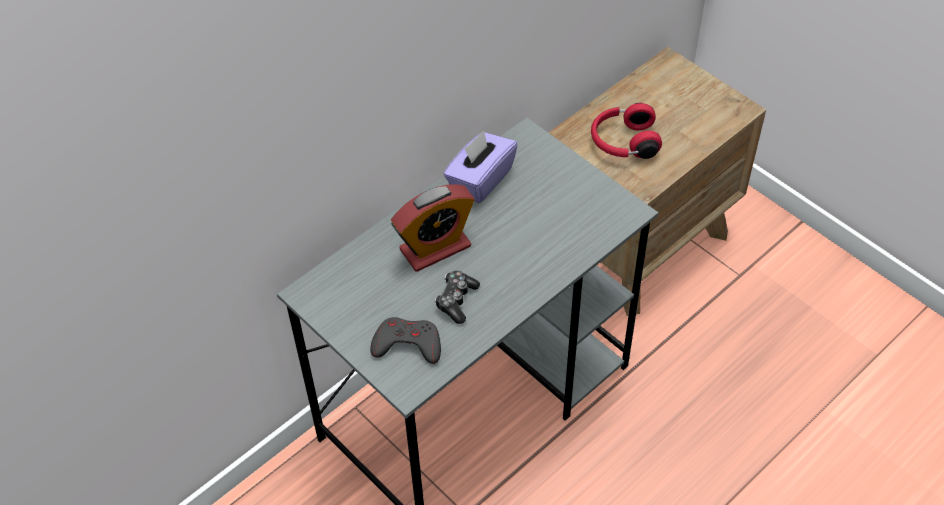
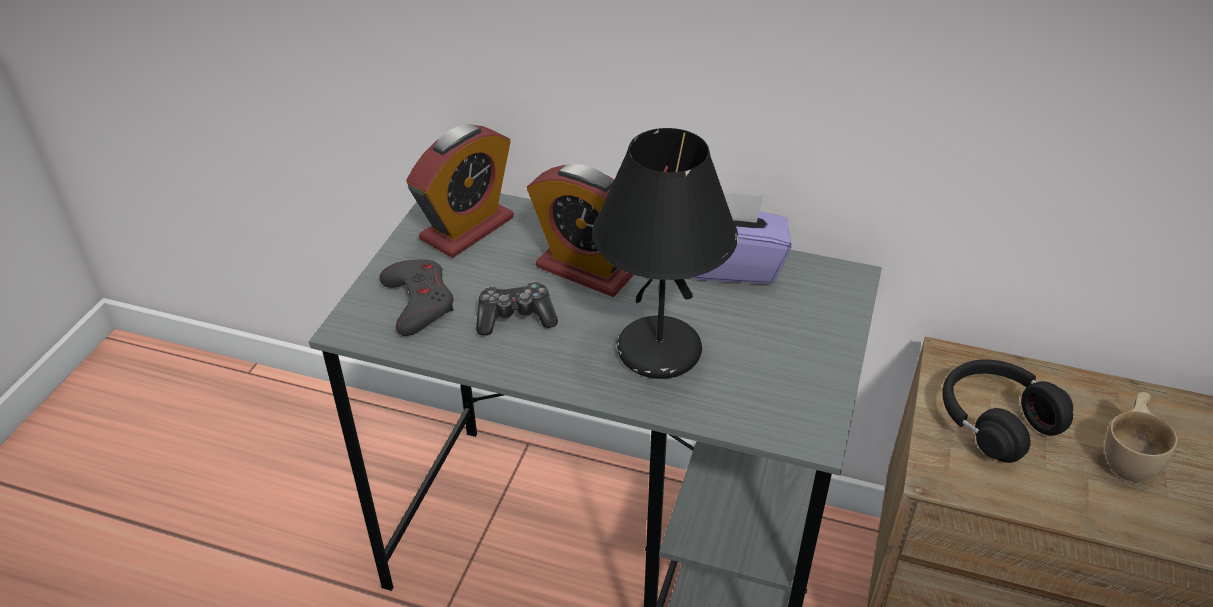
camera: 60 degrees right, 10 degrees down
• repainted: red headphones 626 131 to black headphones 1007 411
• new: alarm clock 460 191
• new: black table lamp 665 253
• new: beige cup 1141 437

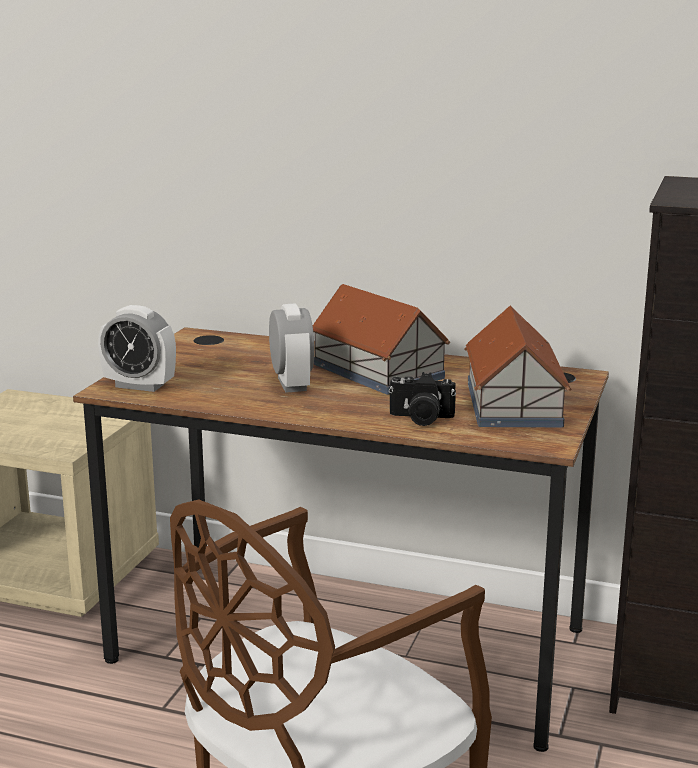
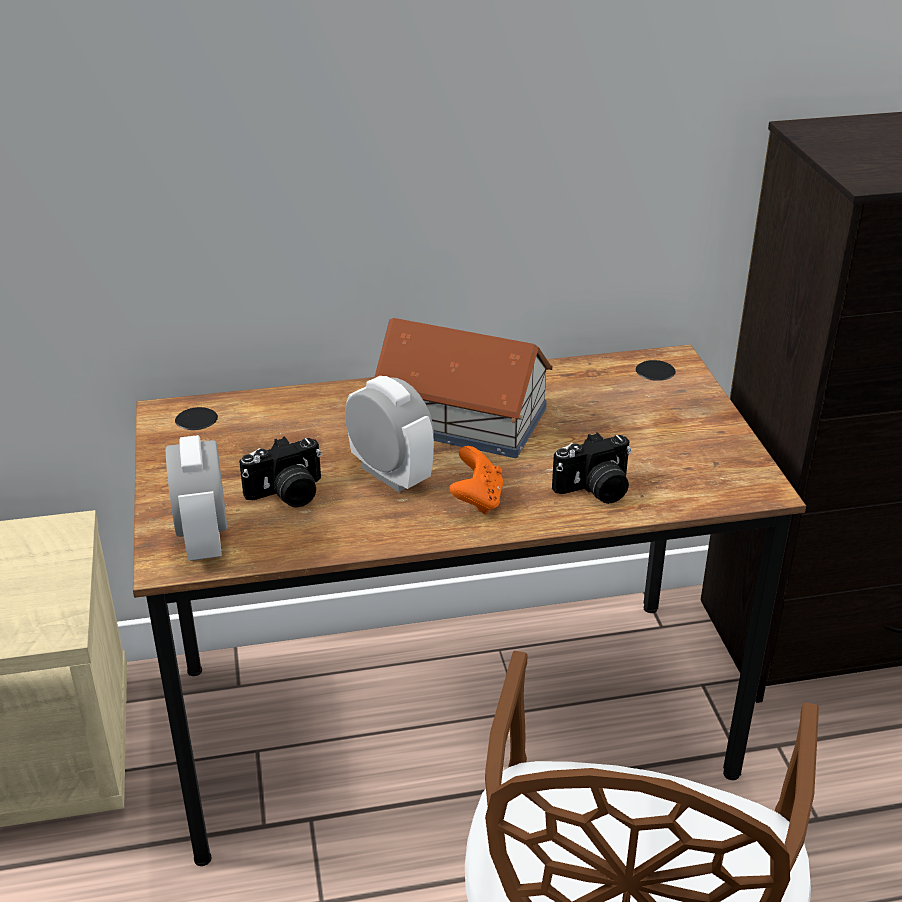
camera: 30 degrees left, 15 degrees up
• rotated: alarm clock 137 348 = 196 498 90 degrees clockwise
• gone: toy house 518 366
• new: photo camera 280 472
• new: orange game controller 476 480

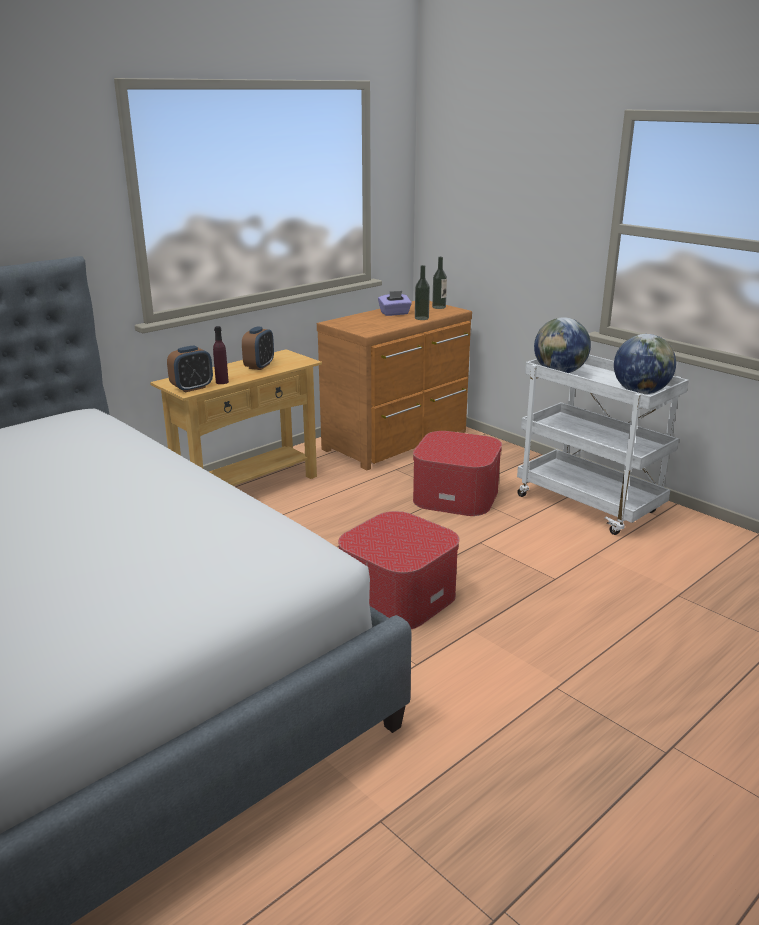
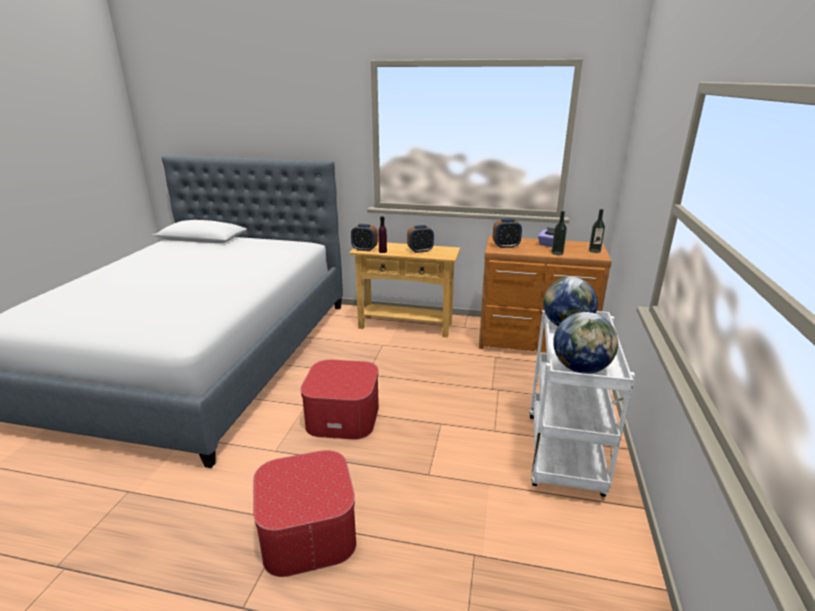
camera: 55 degrees right, 0 degrees up
• shifted: ottoman 457 473 to 305 513
• new: alarm clock 507 233

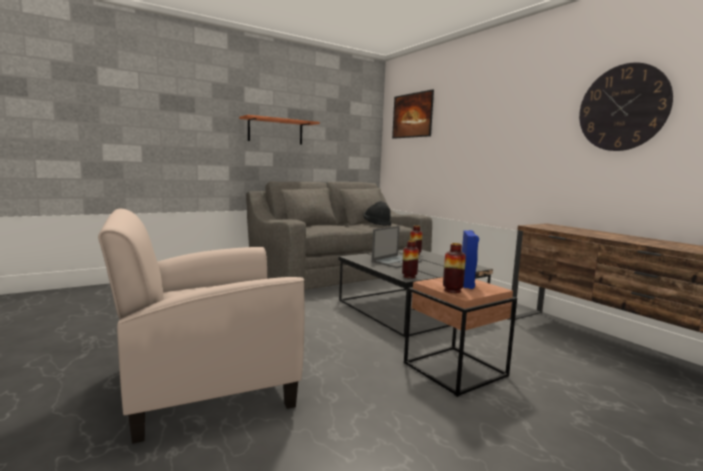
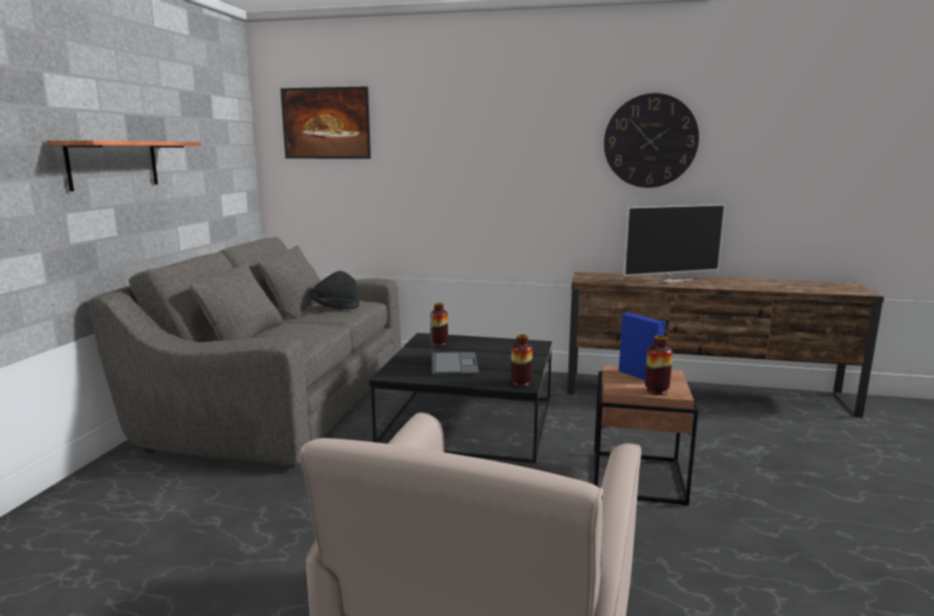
camera: 45 degrees left, 5 degrees up
• new: television 674 243

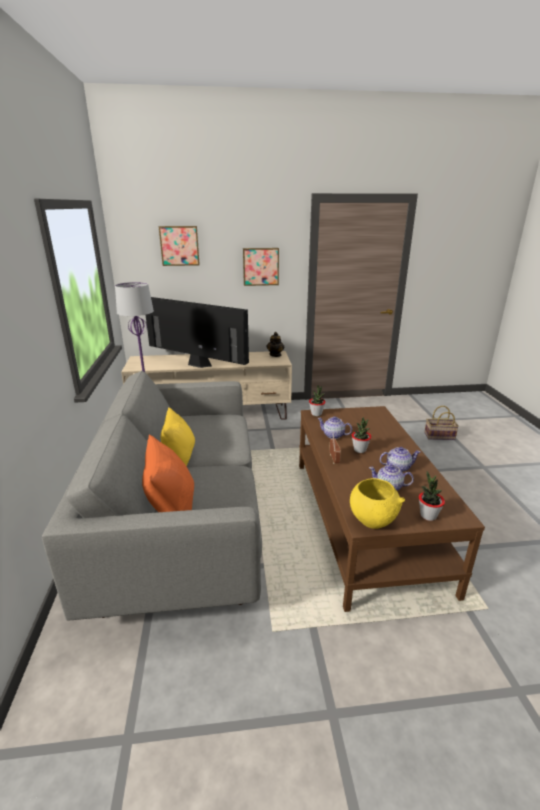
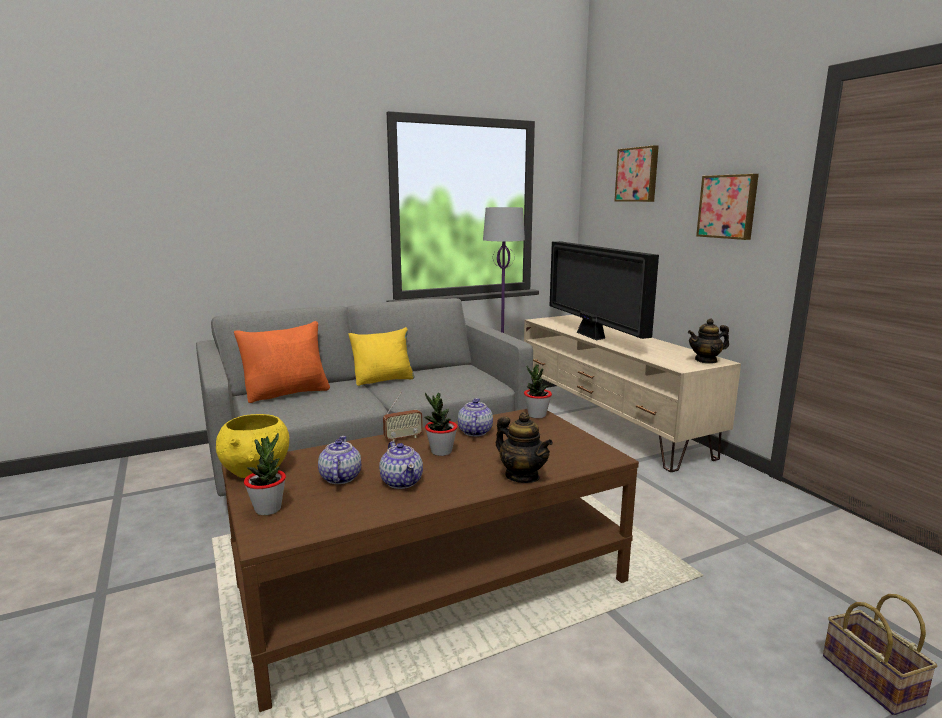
camera: 70 degrees right, 10 degrees down
• rotated: television 197 332 = 604 290 150 degrees clockwise
• new: teapot 524 447

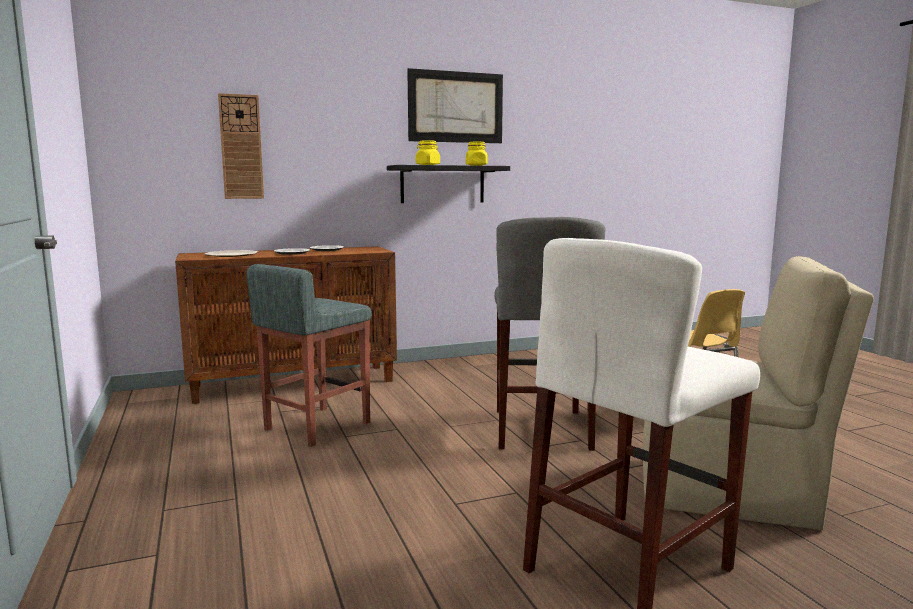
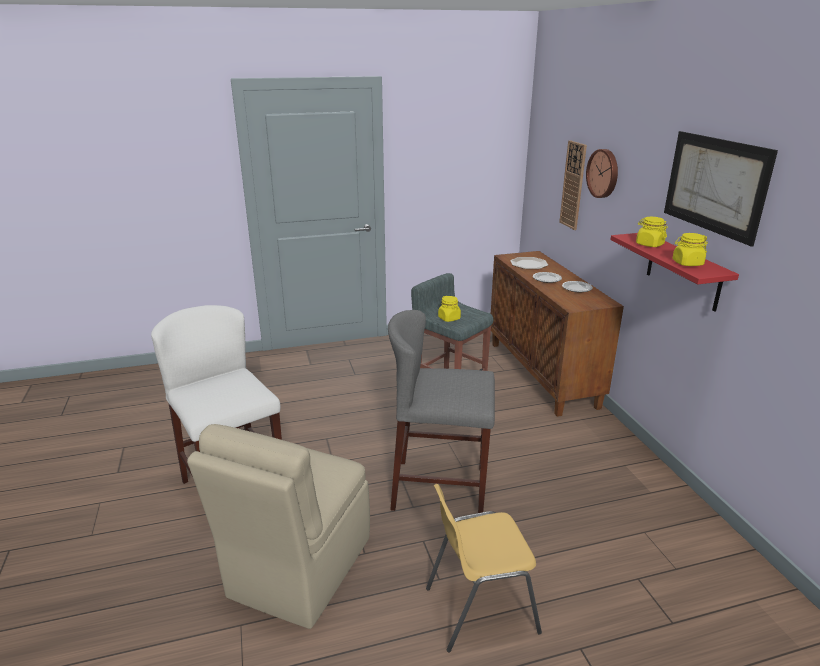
camera: 95 degrees right, 15 degrees up
• repainted: black shelf 448 184 to red shelf 674 272
• new: yellow jar 449 309
• new: wall clock 602 173

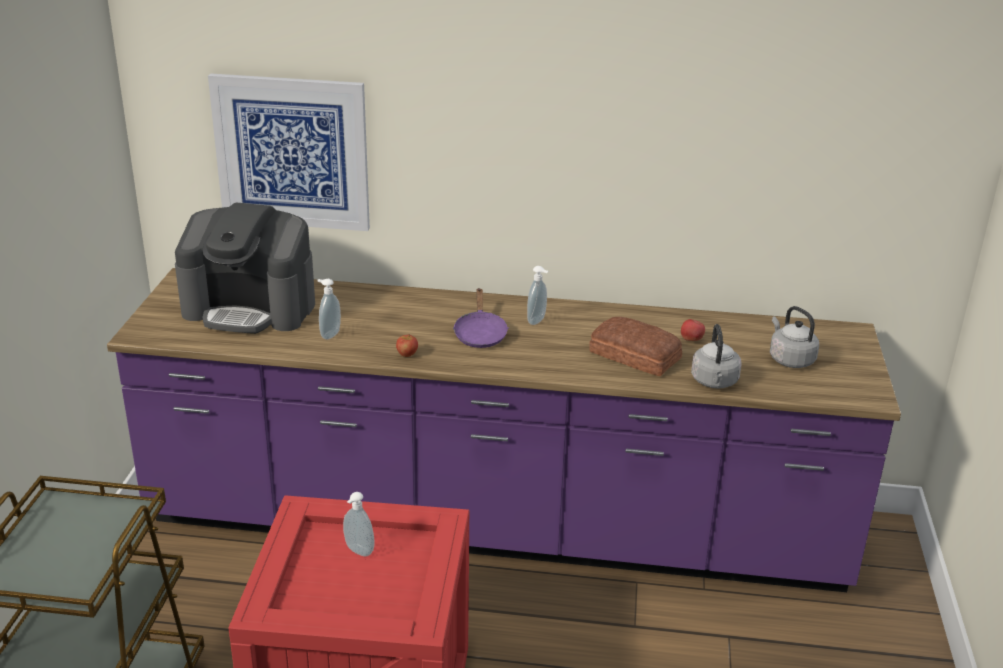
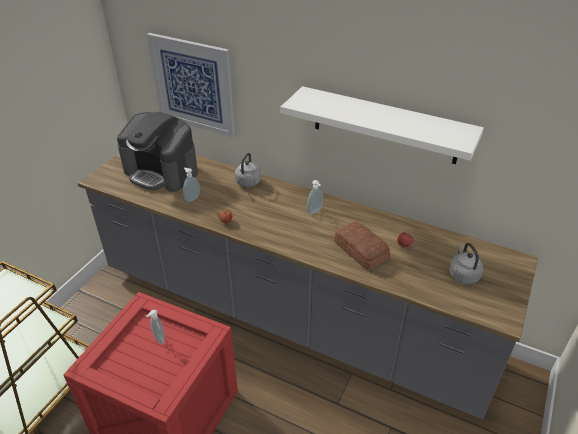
camera: 20 degrees right, 10 degrees up
• repainted: purple counter 504 430 to grey counter 308 286
• gone: purple frying pan 480 318
• shifted: grey kettle 716 356 to 248 170
• new: white shelf 382 125

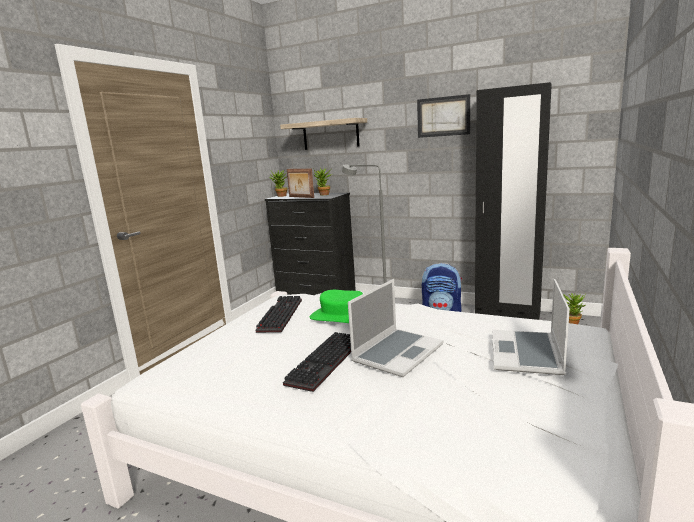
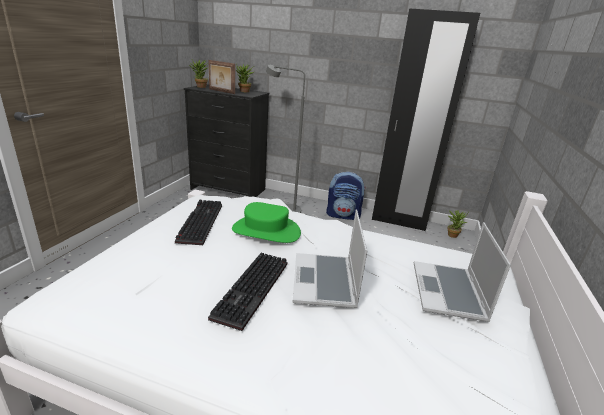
camera: 10 degrees left, 10 degrees up
• gone: shelf 323 134
• rotated: laptop 395 328 = 329 259 150 degrees clockwise
• gone: picture 443 116

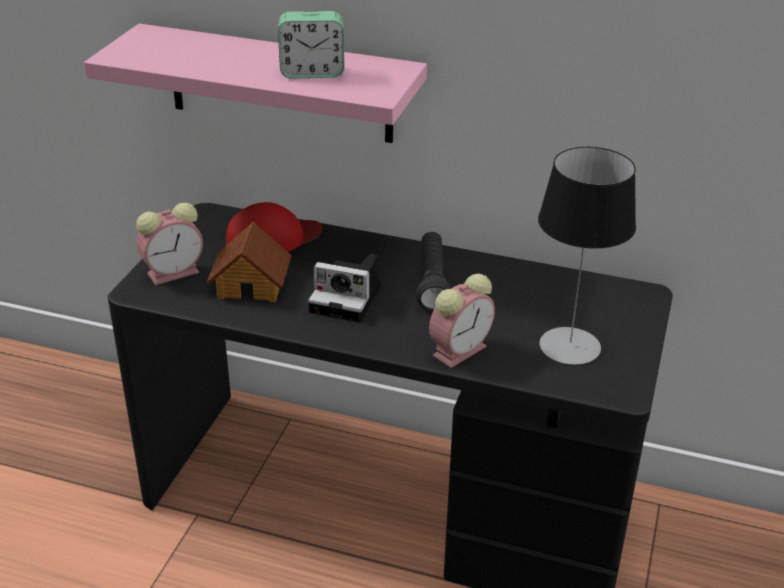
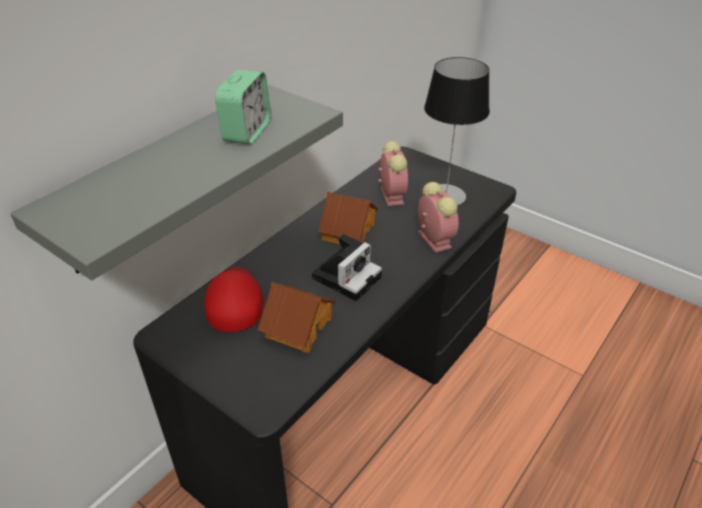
camera: 70 degrees left, 5 degrees up
• repainted: pink shelf 255 83 to grey shelf 176 182
• shifted: alarm clock 169 244 to 393 173
• swapped: black flashlight 434 272 to toy house 348 218

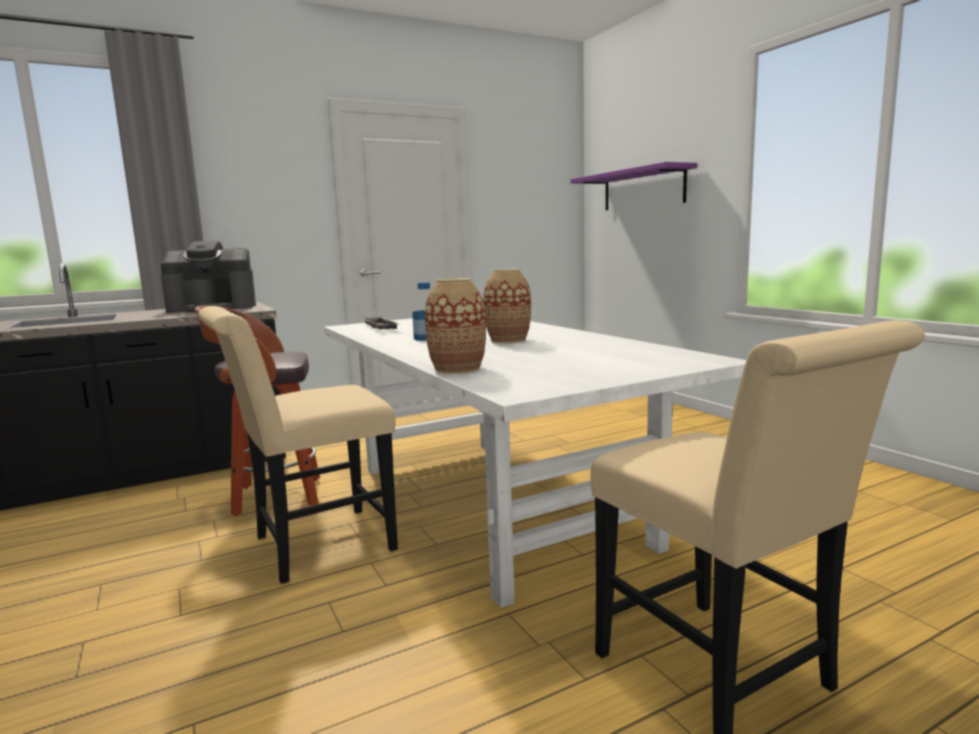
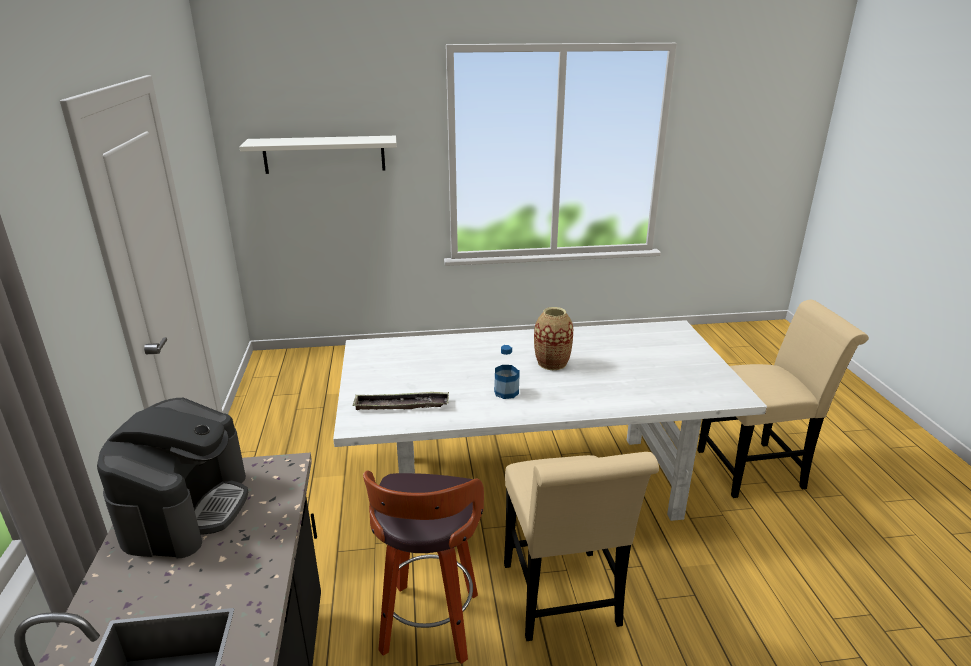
camera: 70 degrees left, 15 degrees up
• gone: vase 455 326
• repainted: purple shelf 634 186 to white shelf 318 155

